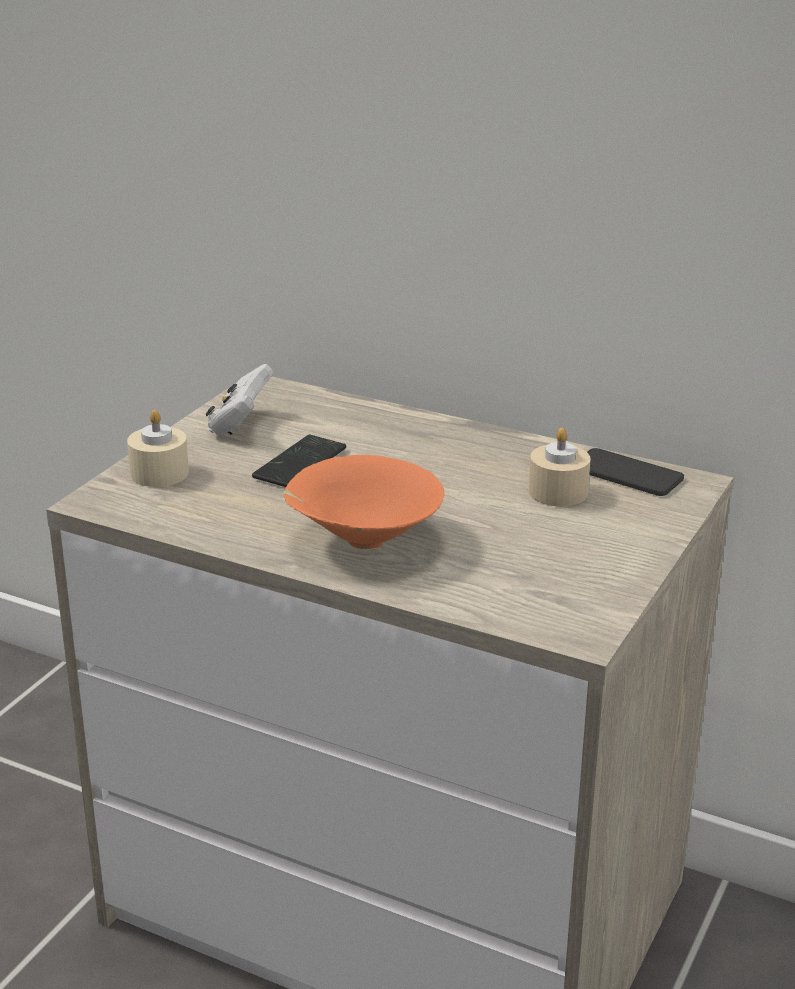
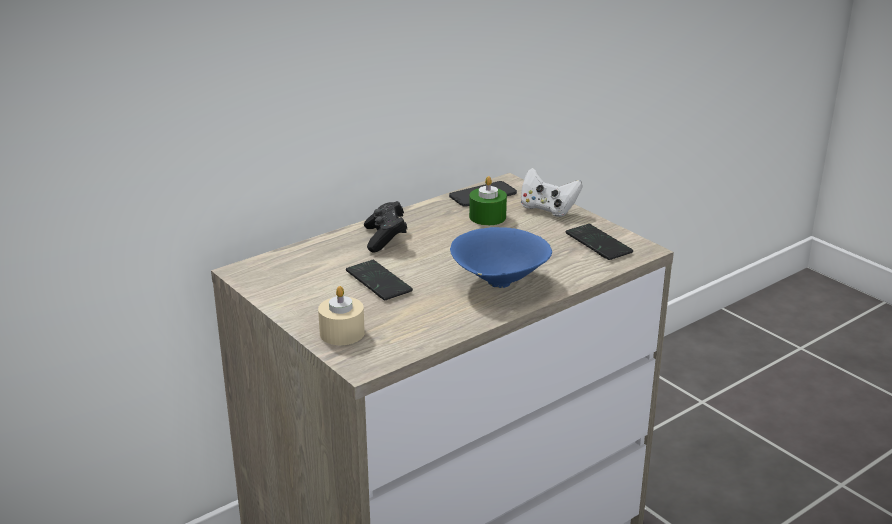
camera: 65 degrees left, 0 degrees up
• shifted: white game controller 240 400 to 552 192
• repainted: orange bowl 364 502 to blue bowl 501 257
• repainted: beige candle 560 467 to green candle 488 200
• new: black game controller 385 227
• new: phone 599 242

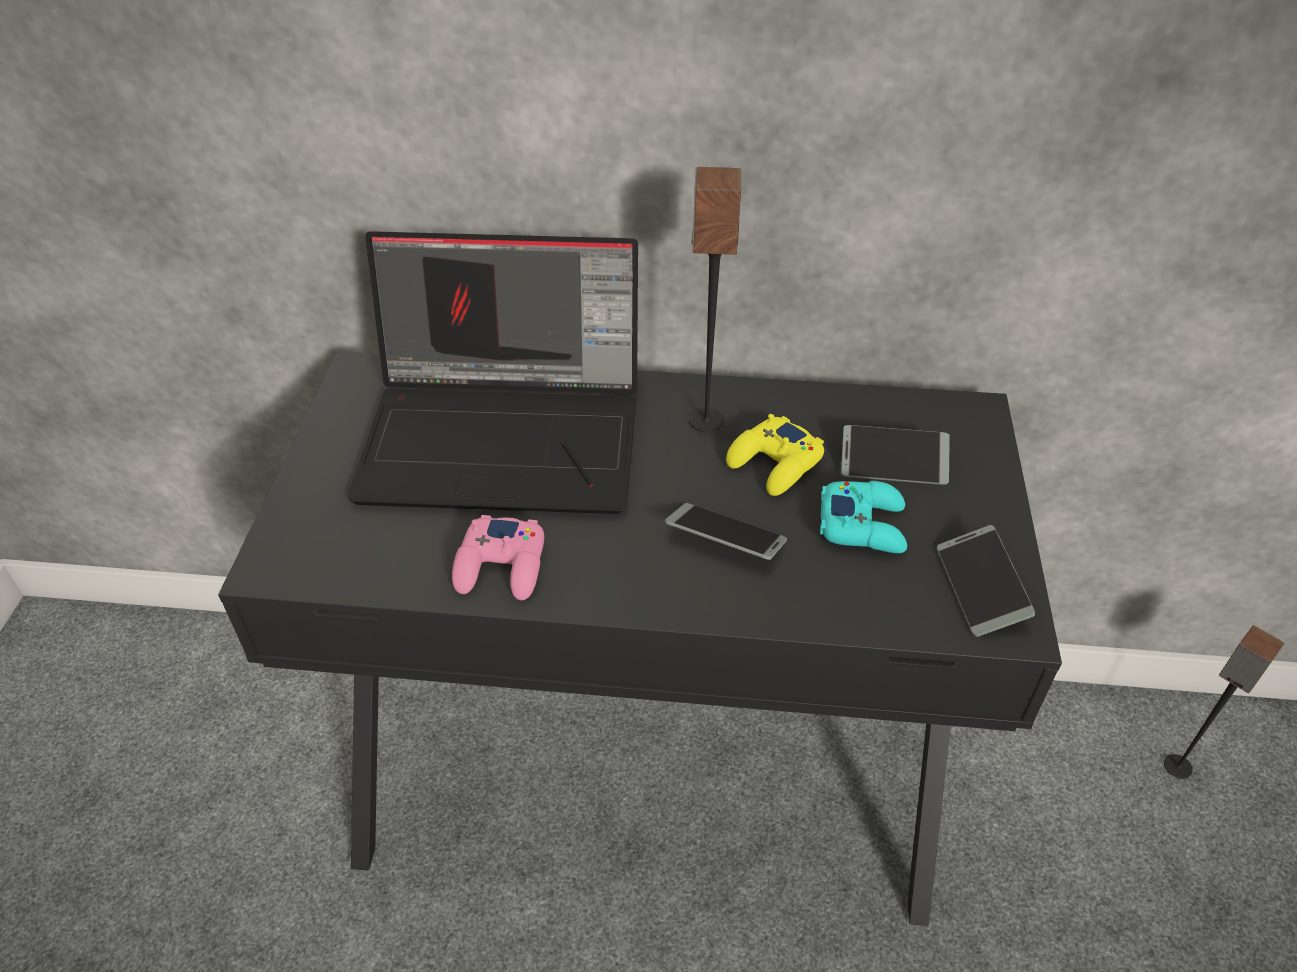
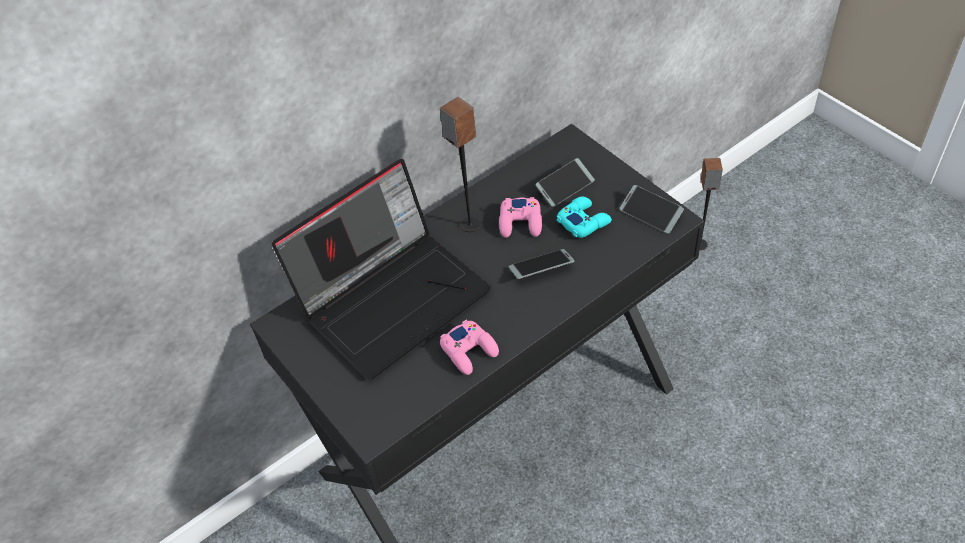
camera: 40 degrees left, 5 degrees up
• repainted: yellow game controller 775 455 to pink game controller 520 217

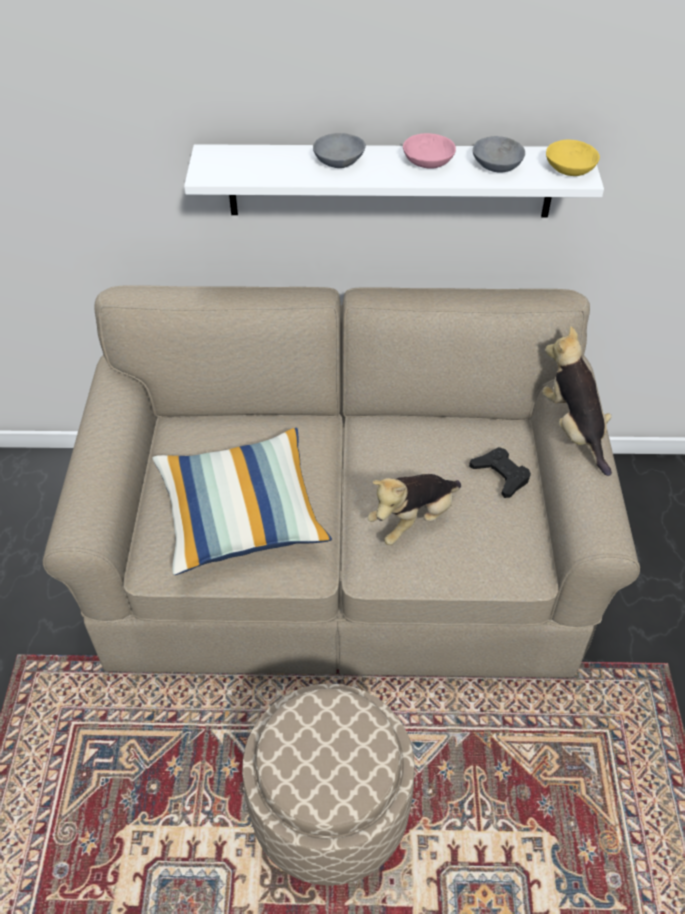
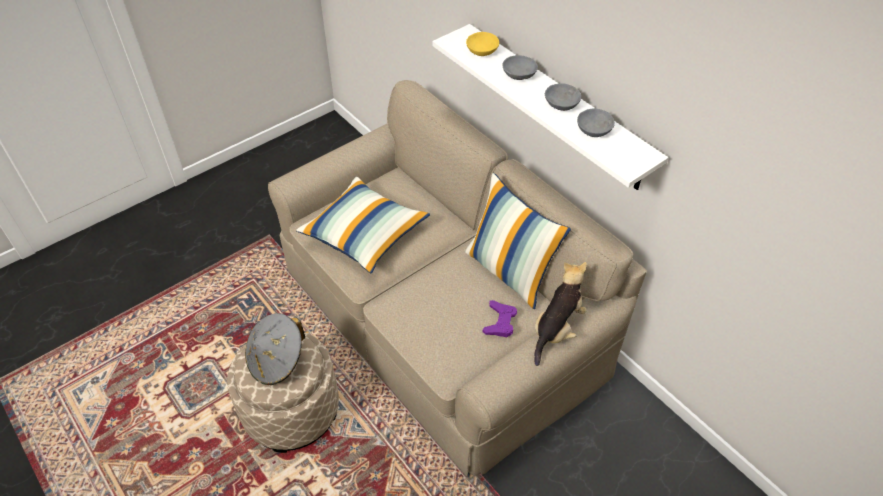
camera: 50 degrees right, 0 degrees up
• gone: plush toy 414 509
• repainted: pink bowl 429 151 to grey bowl 563 97
• repainted: black game controller 500 472 to purple game controller 500 318
• shifted: yellow bowl 573 158 to 482 44
• new: grey hat 275 349
• new: pillow 518 241

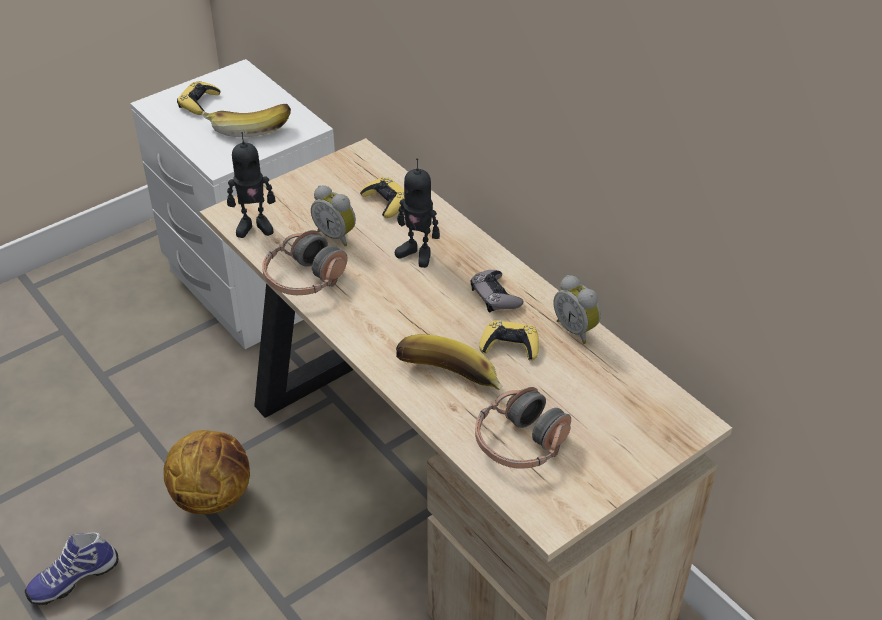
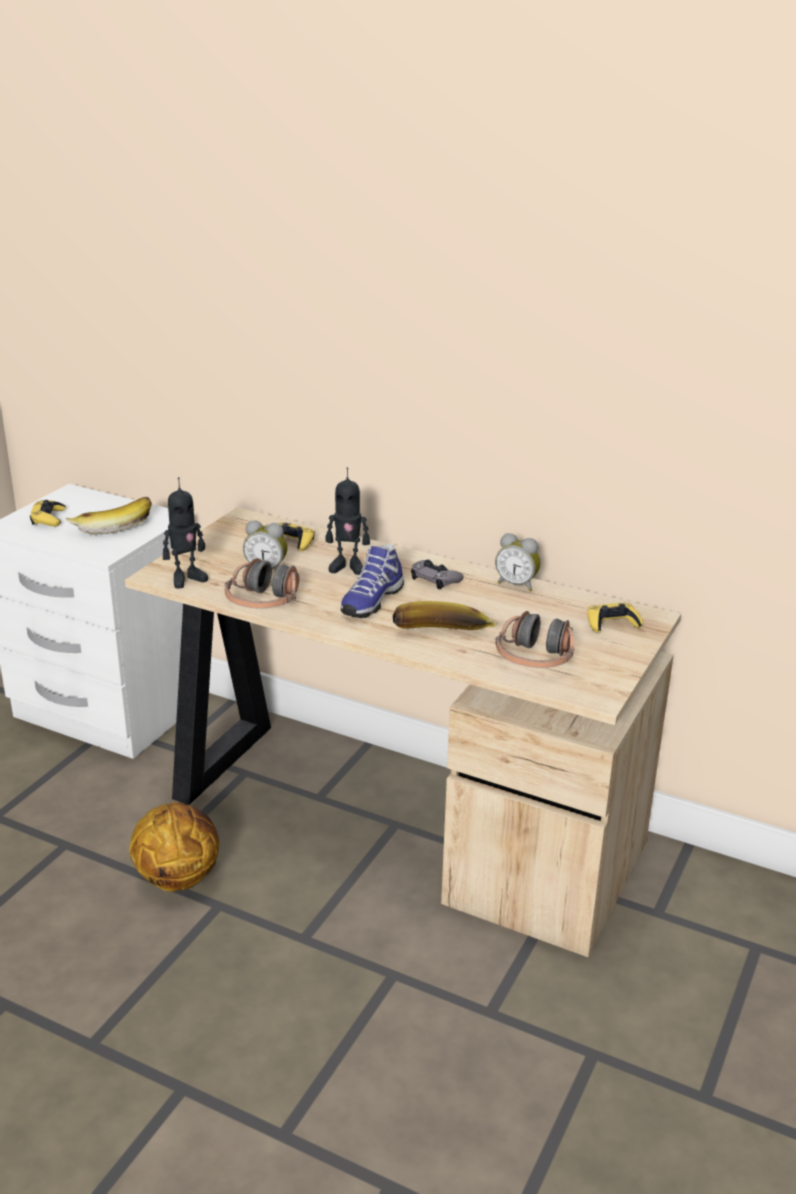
camera: 25 degrees left, 15 degrees down
• shifted: shoe 71 568 to 372 581
• shifted: yellow game controller 509 340 to 615 618

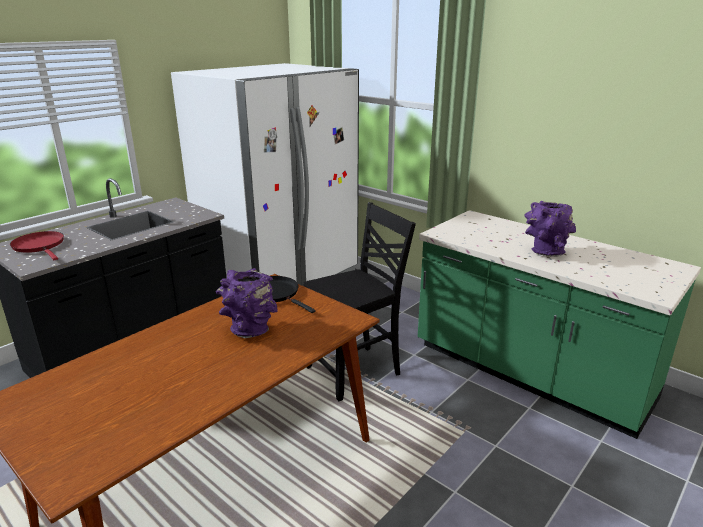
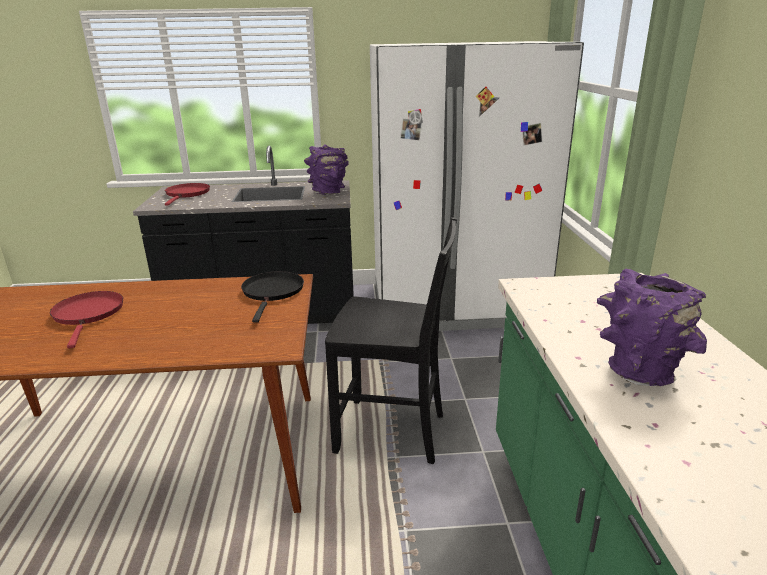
camera: 45 degrees right, 0 degrees up
• shifted: purple vase 247 303 to 326 169
• new: red frying pan 86 319

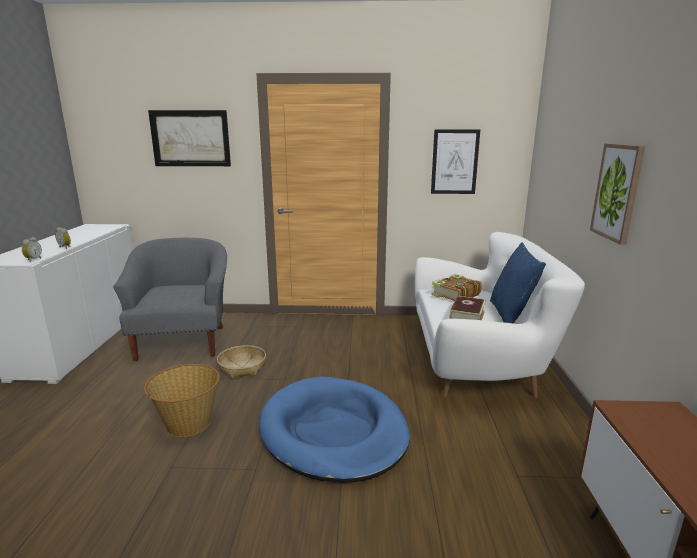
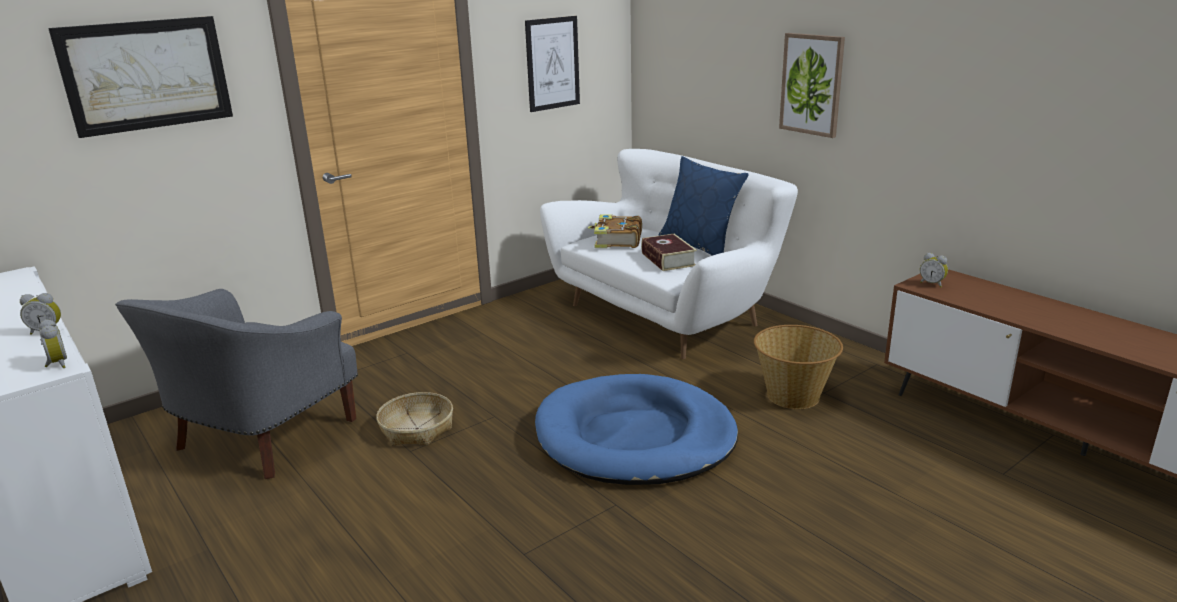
camera: 40 degrees left, 5 degrees up
• rotated: grey armchair 170 299 = 236 384 105 degrees counterclockwise
• shifted: basket 182 400 to 798 367
• new: alarm clock 934 270

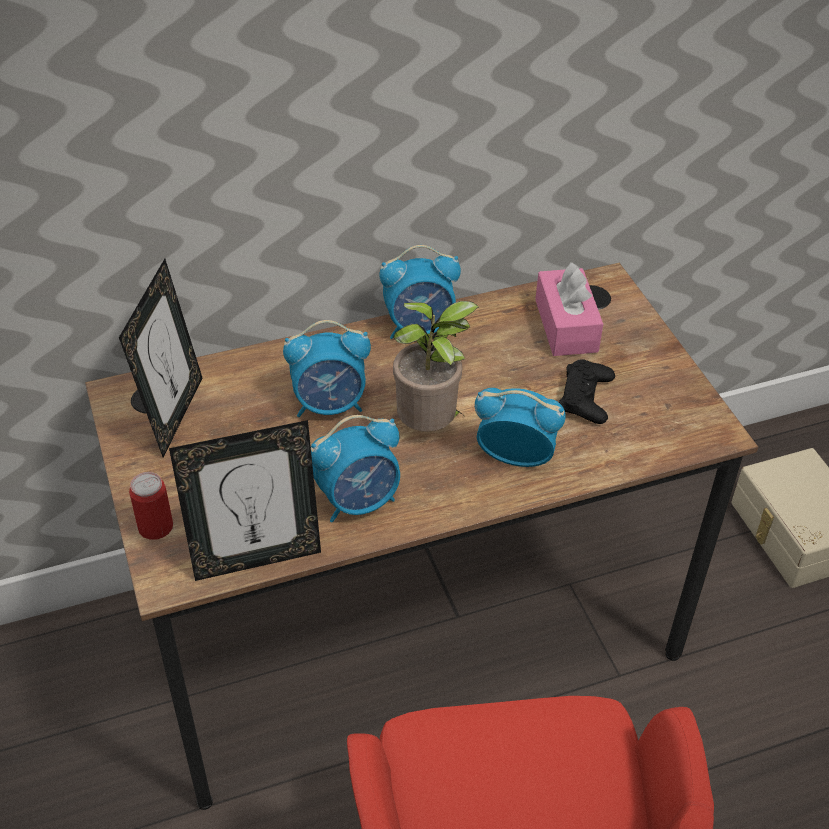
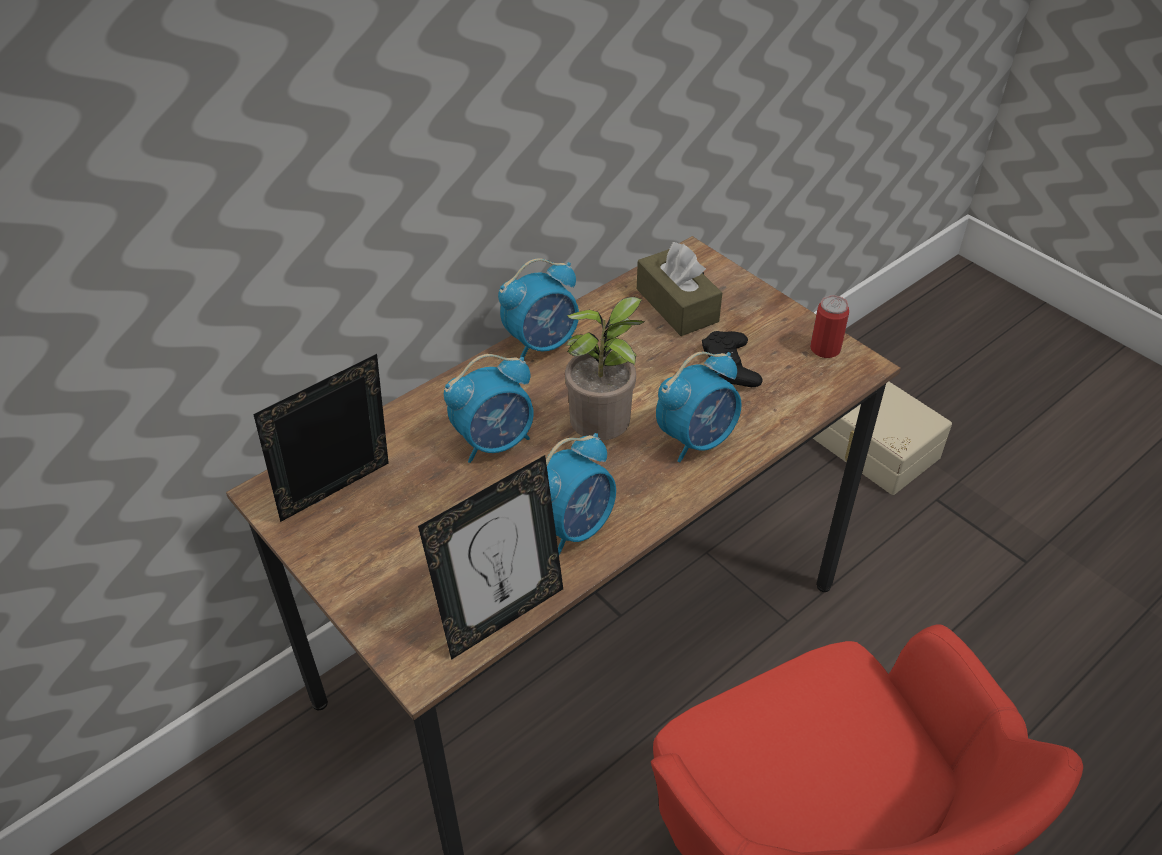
camera: 20 degrees left, 0 degrees up
• rotated: picture frame 160 358 = 321 438 120 degrees counterclockwise
• shifted: can 151 506 to 829 326
• rotated: alarm clock 520 427 = 699 407 150 degrees clockwise
• repainted: pink tissue box 569 309 to brown tissue box 679 289

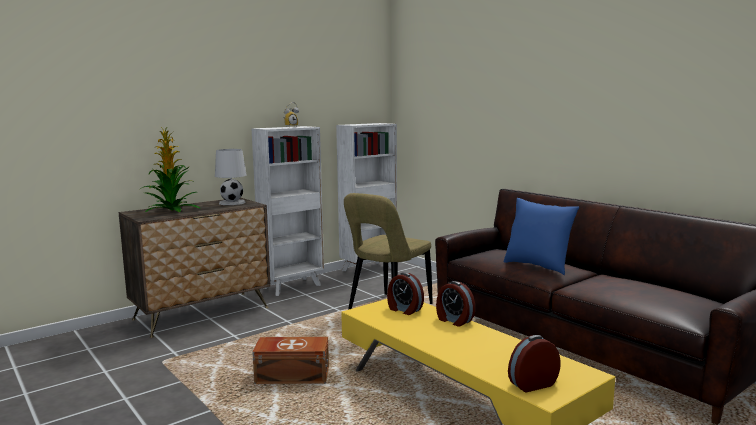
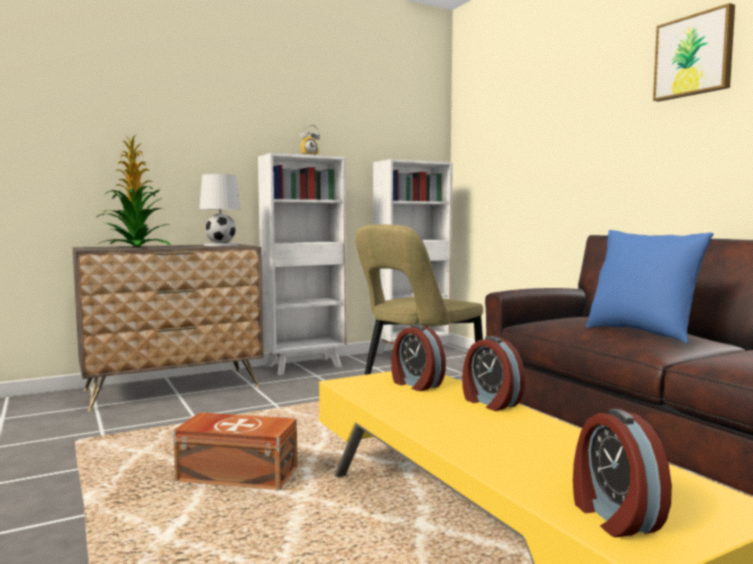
camera: 10 degrees right, 5 degrees down
• rotated: alarm clock 534 363 = 622 473 90 degrees counterclockwise
• new: picture 694 52

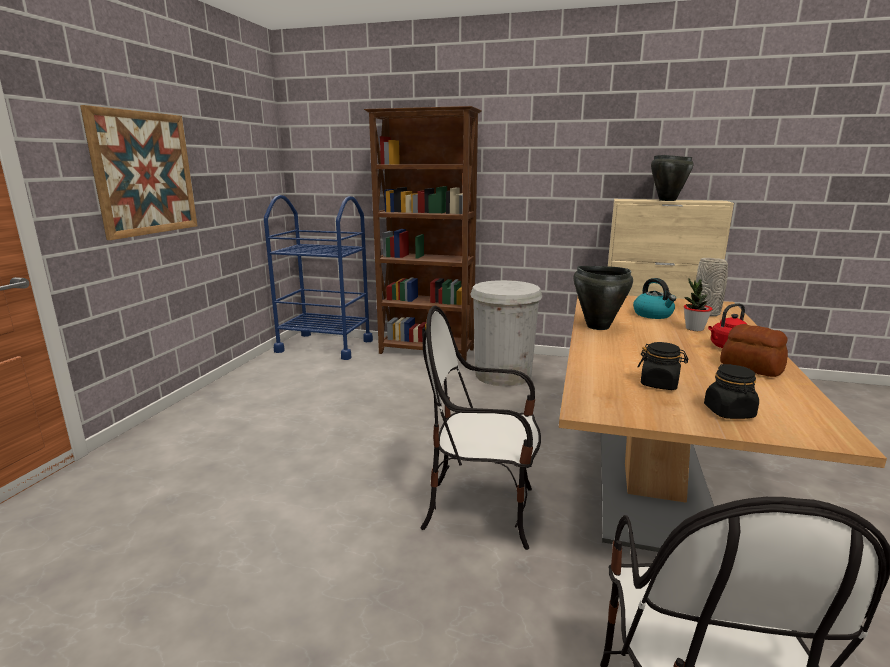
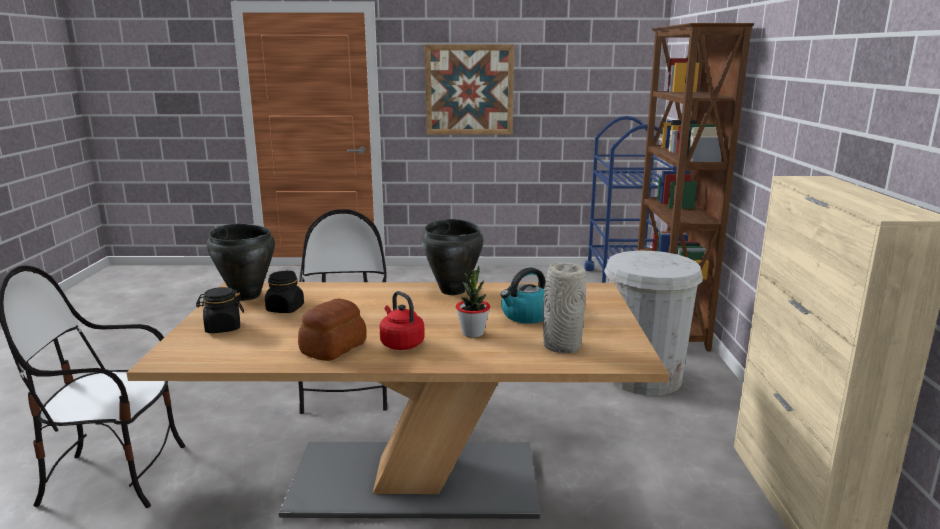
camera: 75 degrees right, 0 degrees up
• shifted: black cooking pot 672 178 to 241 262

